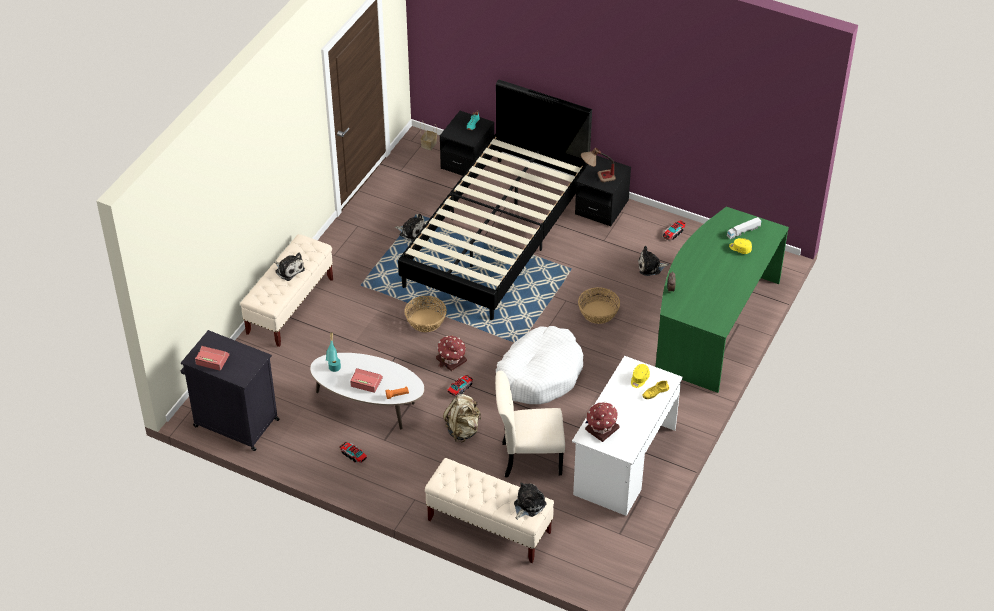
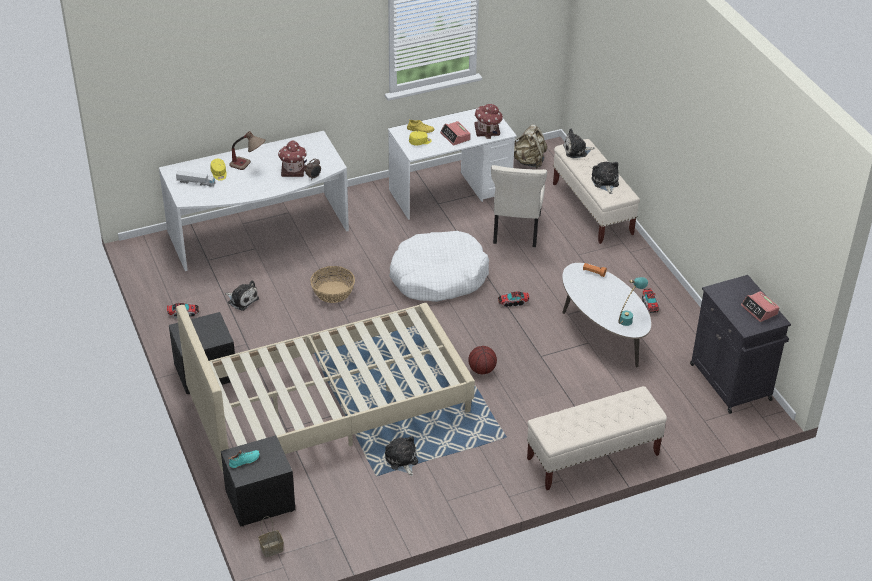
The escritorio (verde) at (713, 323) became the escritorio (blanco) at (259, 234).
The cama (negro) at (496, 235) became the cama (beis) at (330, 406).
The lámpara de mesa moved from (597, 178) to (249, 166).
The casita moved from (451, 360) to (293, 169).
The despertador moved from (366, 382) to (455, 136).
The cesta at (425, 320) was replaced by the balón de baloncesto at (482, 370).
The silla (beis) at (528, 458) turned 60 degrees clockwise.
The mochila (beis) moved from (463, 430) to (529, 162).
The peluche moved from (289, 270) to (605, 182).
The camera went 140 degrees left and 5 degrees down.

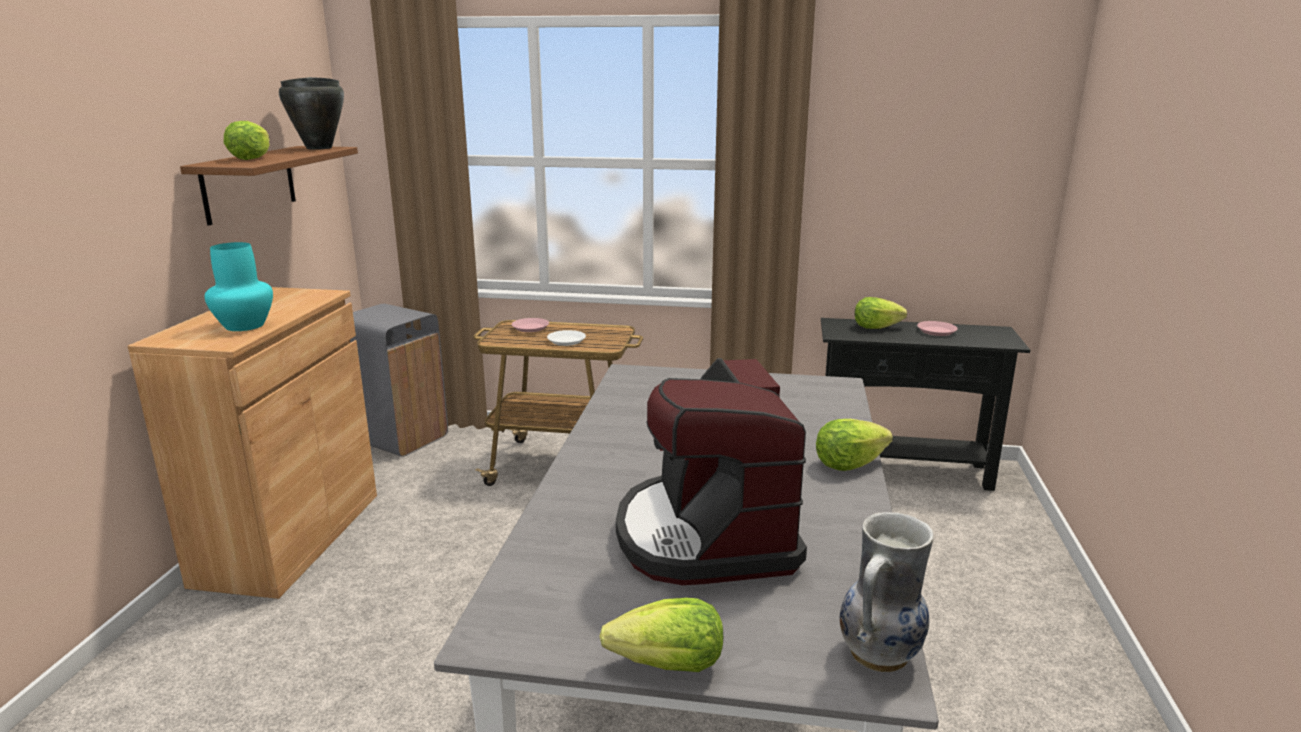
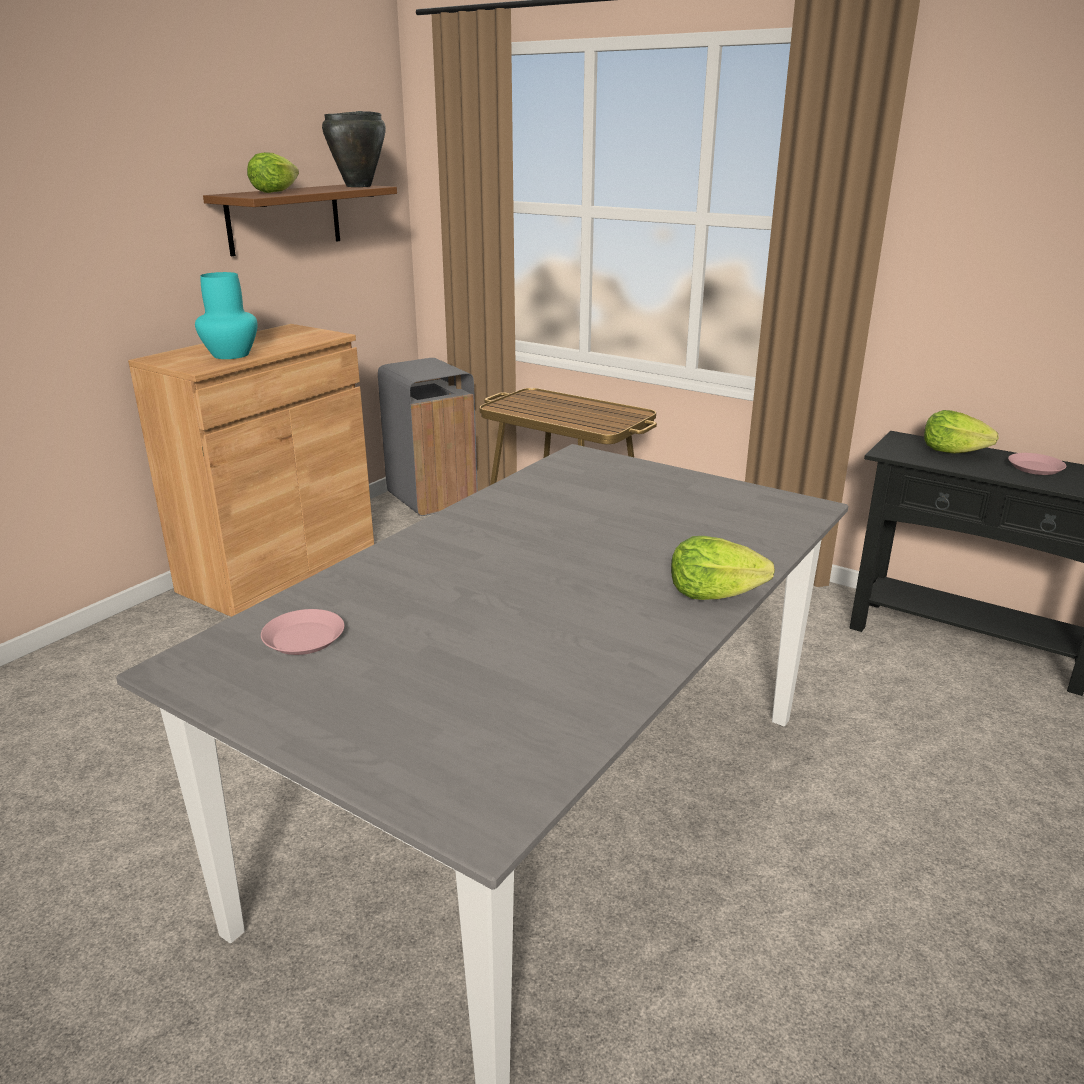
The plato (rosa) moved from (530, 328) to (304, 638).
The plato (blanco) at (566, 341) disappeared.
The lechuga at (669, 665) disappeared.
The cafetera at (706, 535) disappeared.
The florero at (881, 655) disappeared.
The camera went 25 degrees right and 5 degrees up.

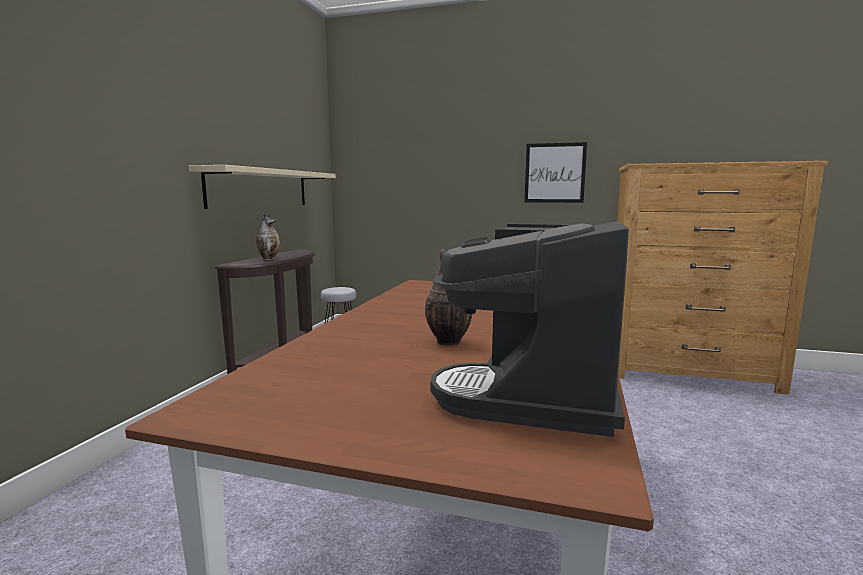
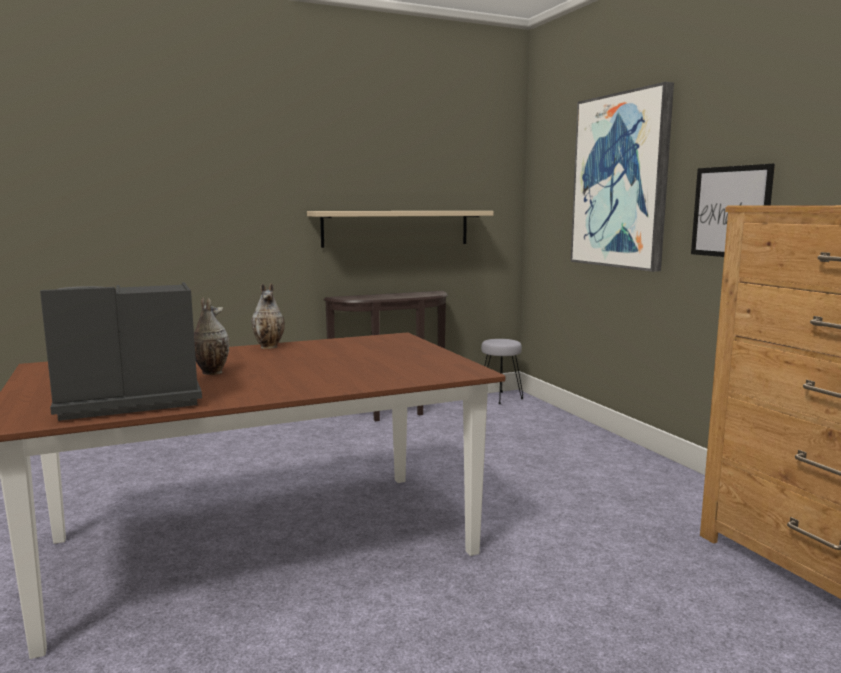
The florero moved from (269, 259) to (270, 347).
The cuadro at (620, 181) appeared.
The camera went 50 degrees right and 0 degrees up.

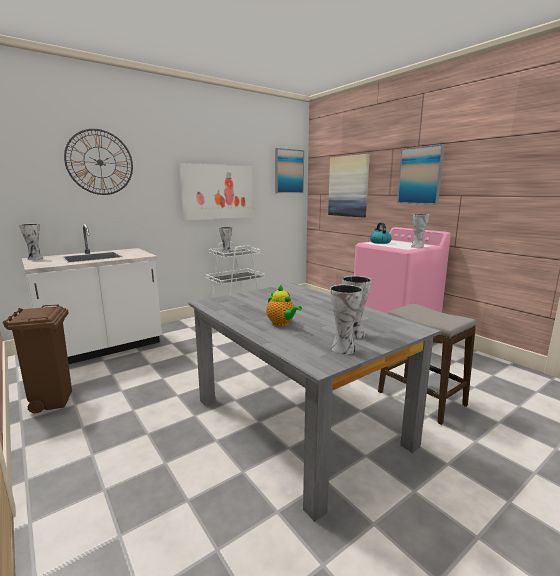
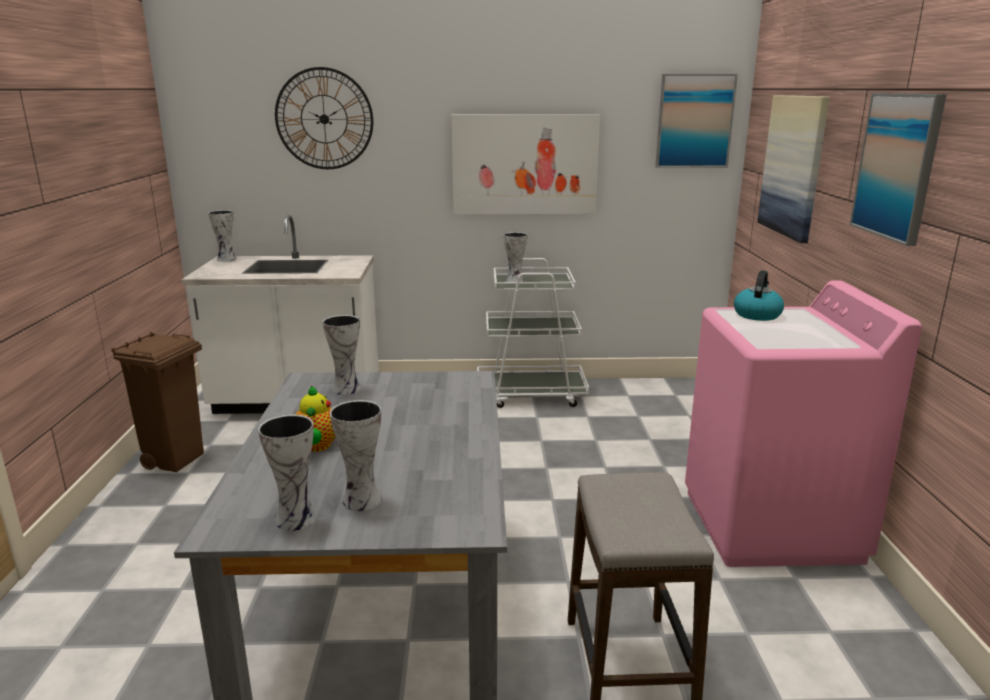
The florero moved from (417, 247) to (346, 388).
The camera went 35 degrees right and 5 degrees up.

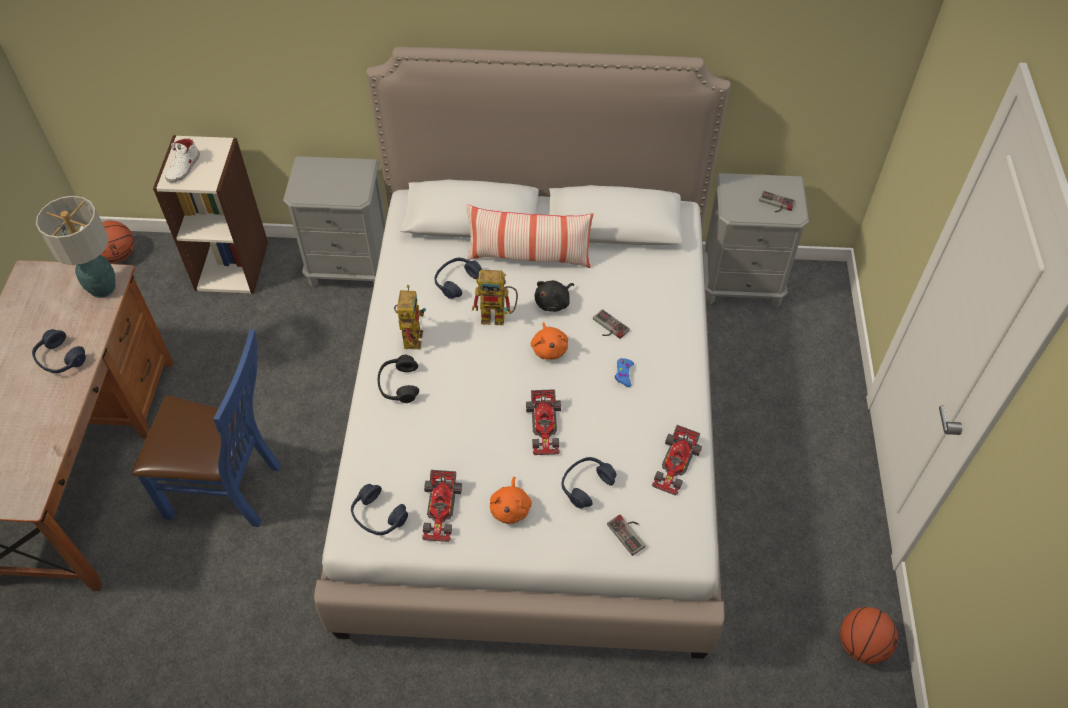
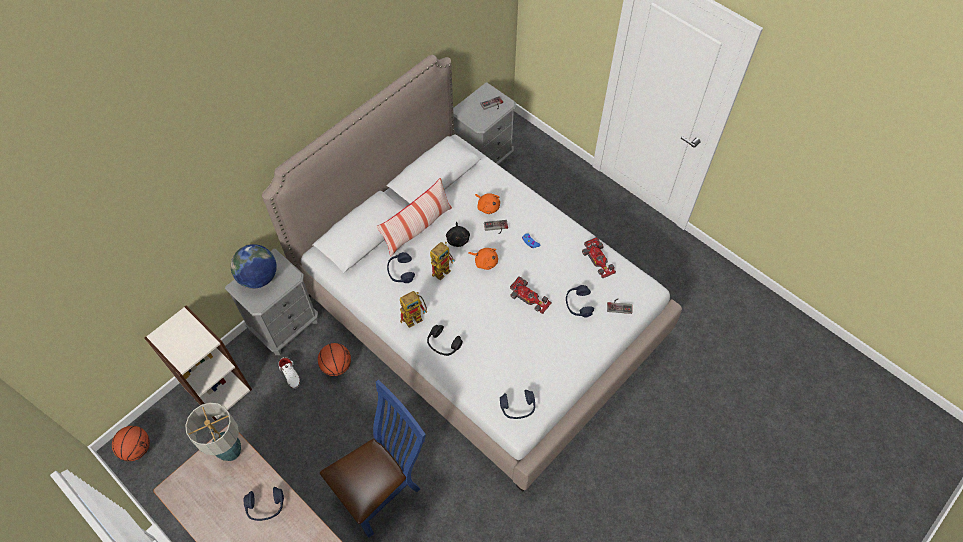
The globo terráqueo at (258, 277) appeared.
The zapato (blanco) moved from (184, 168) to (291, 375).
The balón de baloncesto moved from (861, 645) to (336, 366).
The robot de juguete at (411, 334) turned 105 degrees clockwise.
The peluche (naranja) moved from (511, 508) to (487, 207).
The coche de juguete at (440, 510) disappeared.
The camera went 50 degrees left and 5 degrees up.

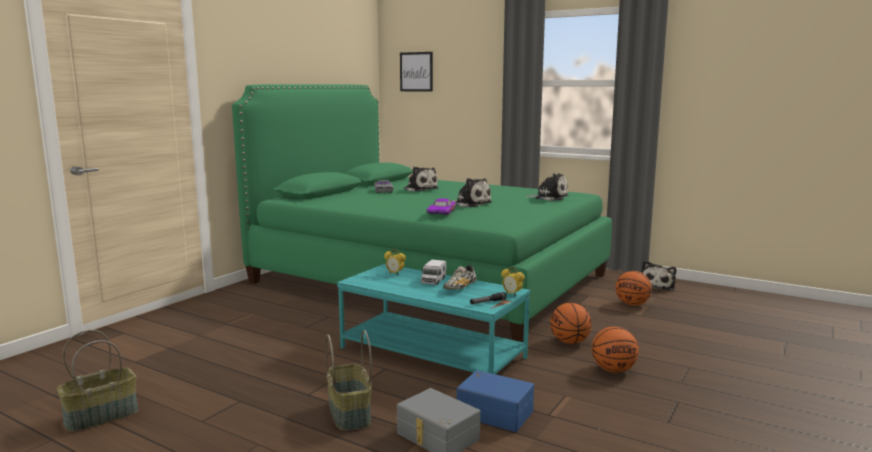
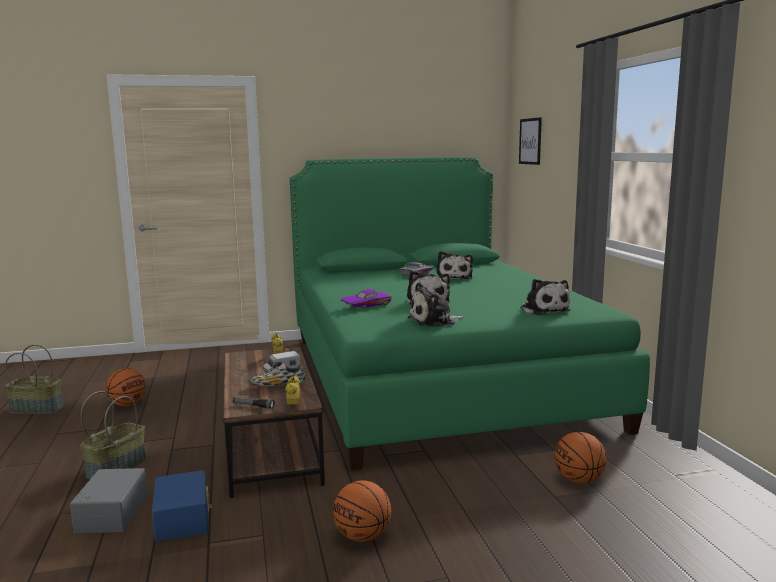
The balón de baloncesto moved from (569, 342) to (127, 404).
The mesa de centro (turquesa) at (433, 352) became the mesa de centro (marrón) at (272, 446).
The peluche moved from (657, 285) to (434, 321).
The camera went 45 degrees right and 0 degrees up.

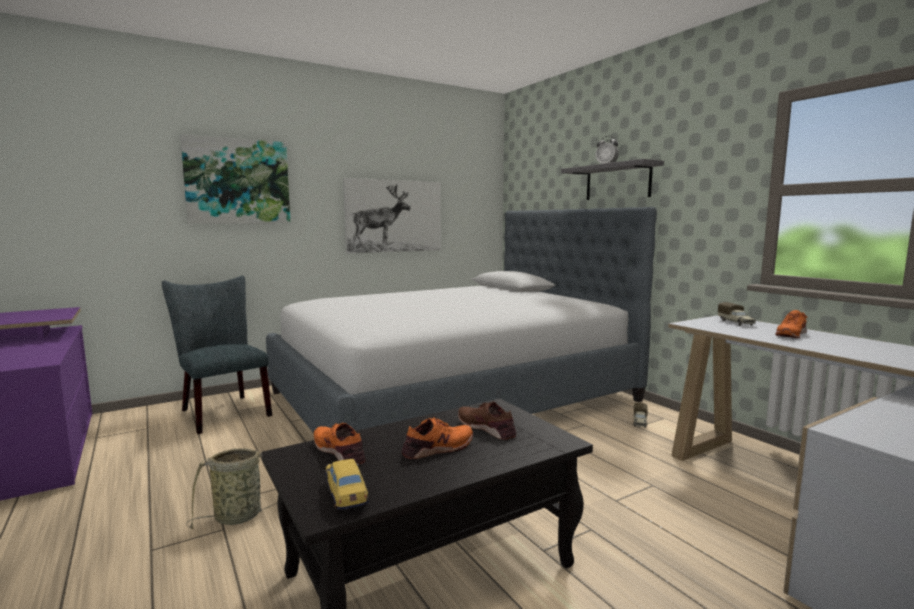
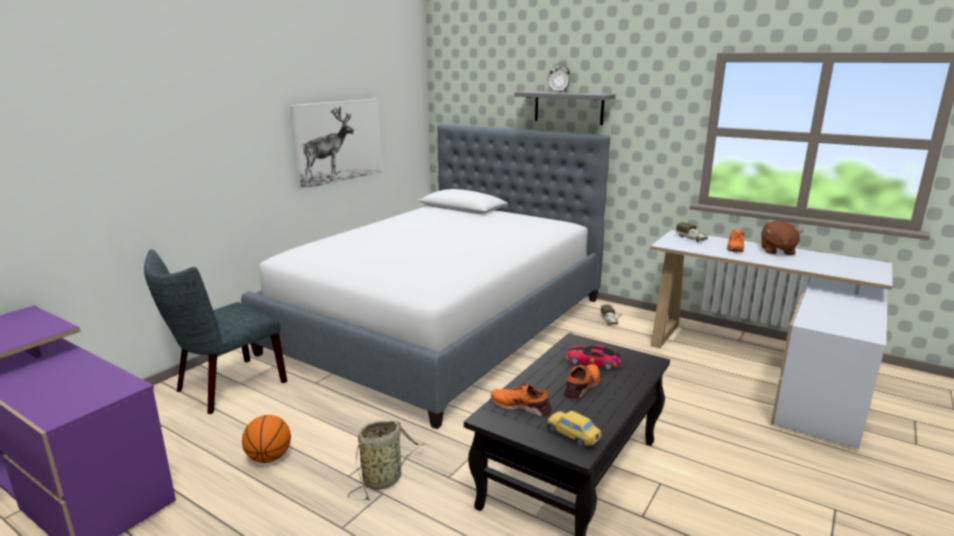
The silla (gris) at (222, 411) turned 75 degrees counterclockwise.
The balón de baloncesto at (269, 458) appeared.
The zapato (marrón) at (487, 428) was replaced by the coche de juguete at (592, 361).
The peluche (marrón) at (777, 251) appeared.
The cuadro at (238, 181) disappeared.
The camera went 25 degrees left and 10 degrees up.

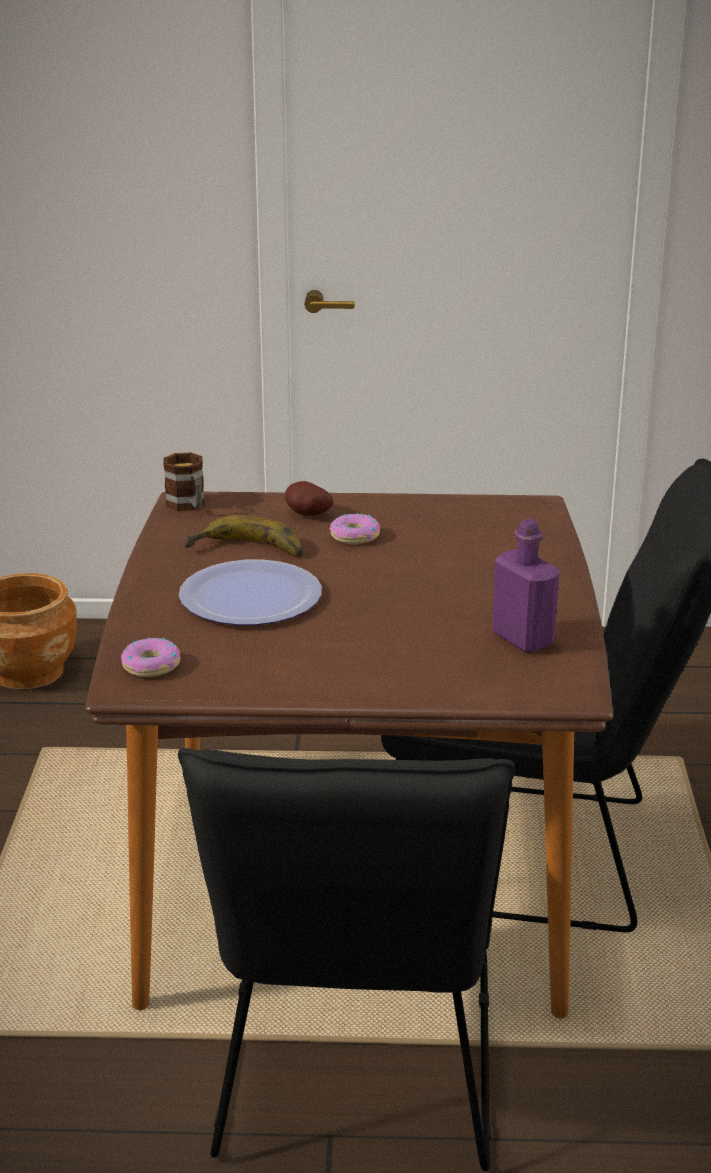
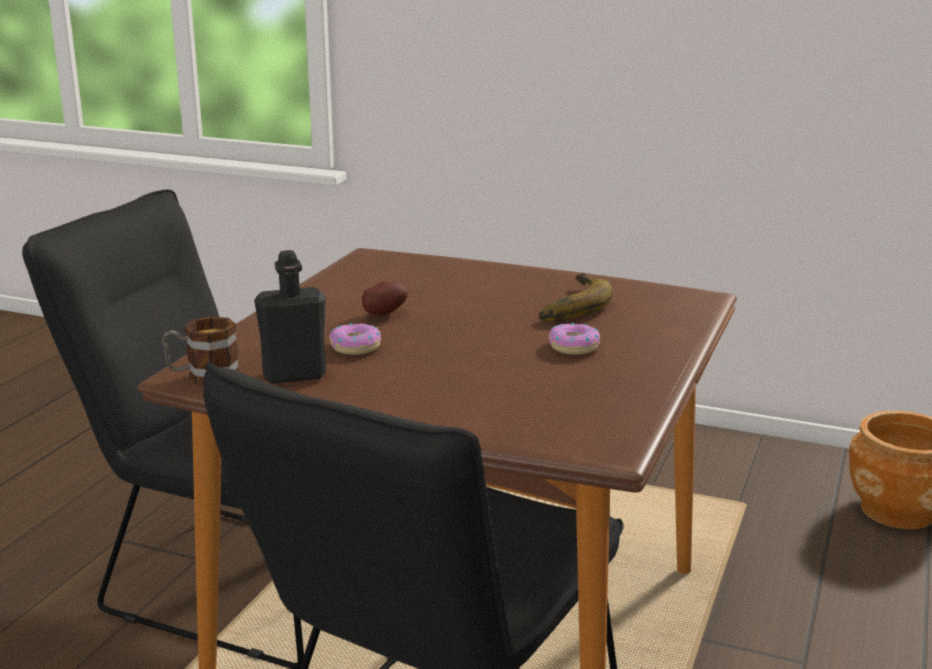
The taza grande moved from (189, 506) to (203, 377).
The botella (morado) at (522, 639) became the botella (negro) at (294, 375).
The rosquilla moved from (151, 666) to (355, 347).
The patata moved from (307, 515) to (383, 314).
The plato at (250, 596) disappeared.
The camera went 110 degrees right and 5 degrees down.

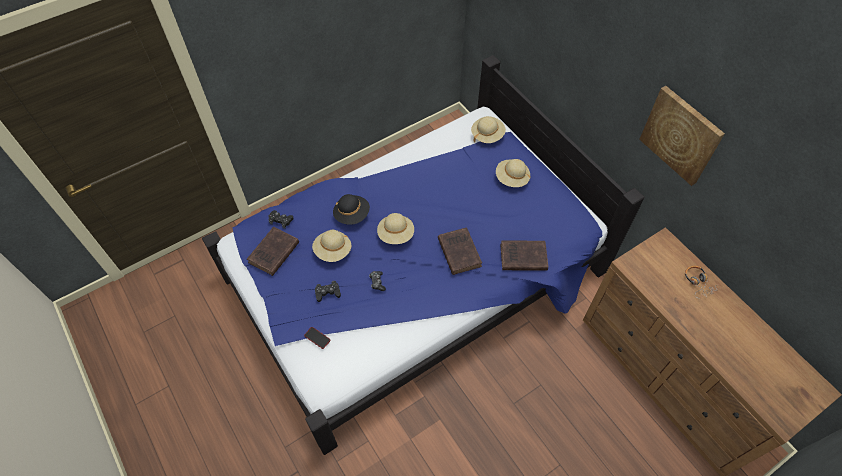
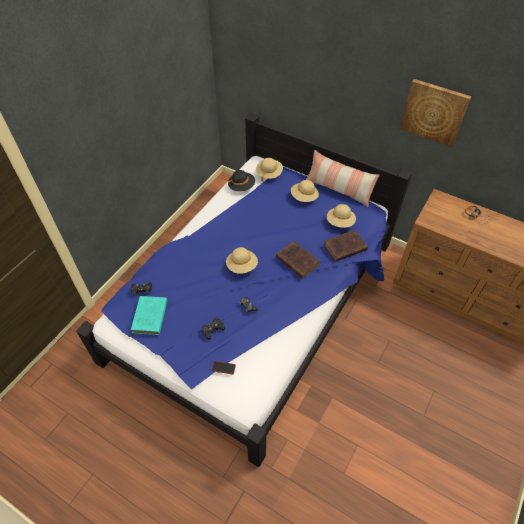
The libro (marrón) at (273, 254) became the libro (turquesa) at (150, 318).
The sombrero (negro) moved from (352, 215) to (241, 186).
The cojín at (338, 189) appeared.
The sombrero (beis) moved from (333, 251) to (340, 222).
The camera went 25 degrees left and 5 degrees down.

